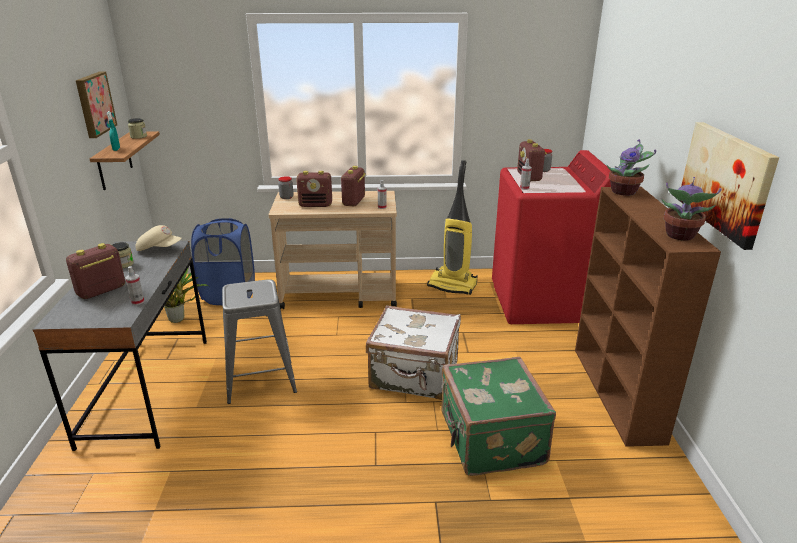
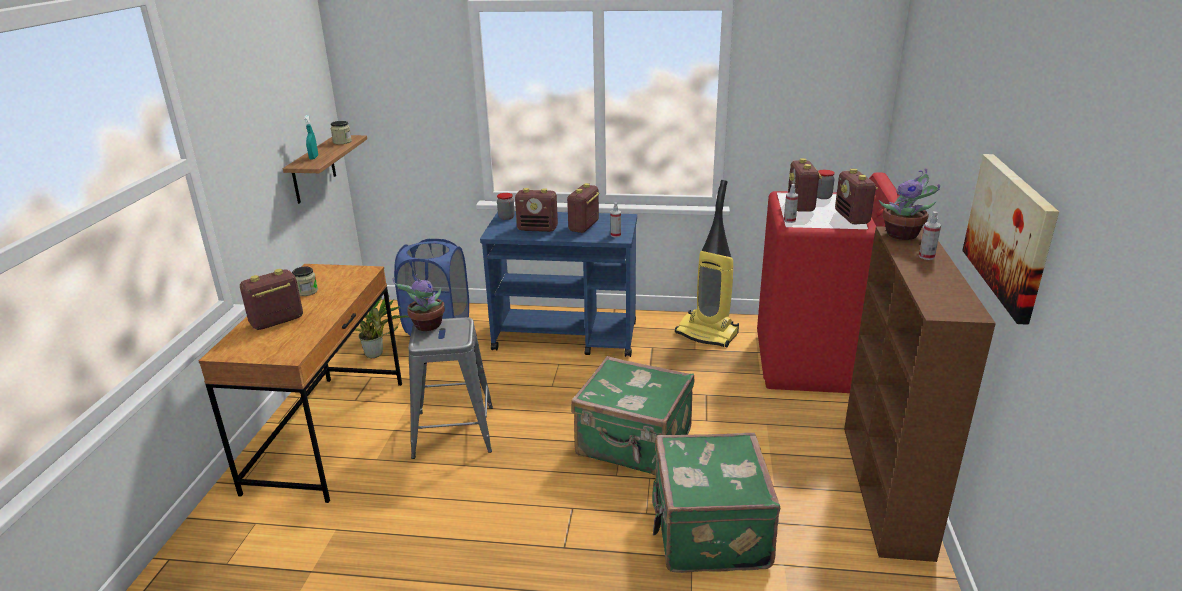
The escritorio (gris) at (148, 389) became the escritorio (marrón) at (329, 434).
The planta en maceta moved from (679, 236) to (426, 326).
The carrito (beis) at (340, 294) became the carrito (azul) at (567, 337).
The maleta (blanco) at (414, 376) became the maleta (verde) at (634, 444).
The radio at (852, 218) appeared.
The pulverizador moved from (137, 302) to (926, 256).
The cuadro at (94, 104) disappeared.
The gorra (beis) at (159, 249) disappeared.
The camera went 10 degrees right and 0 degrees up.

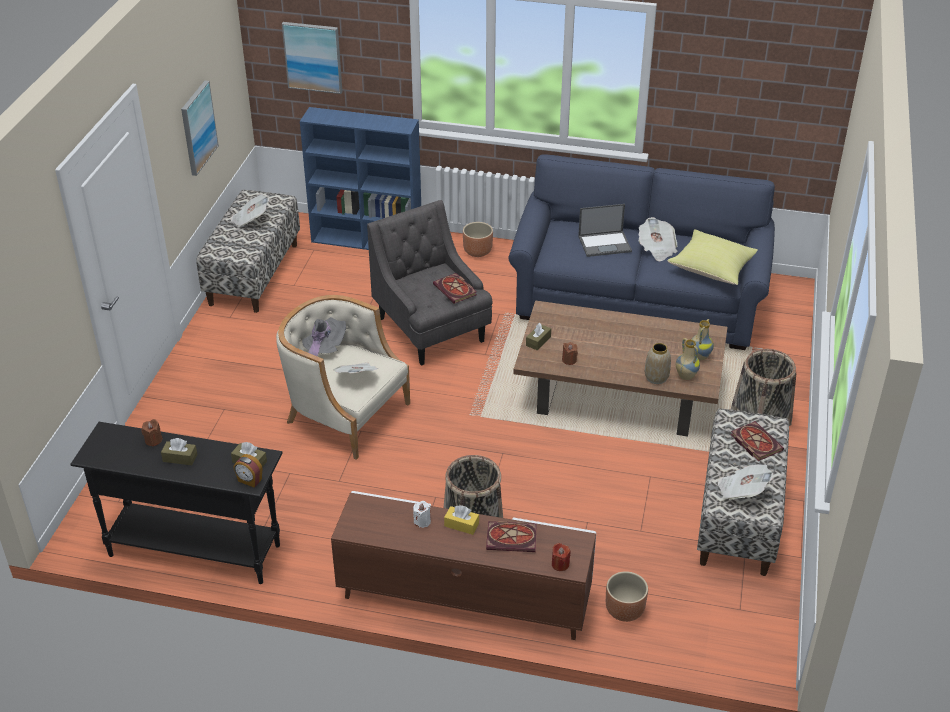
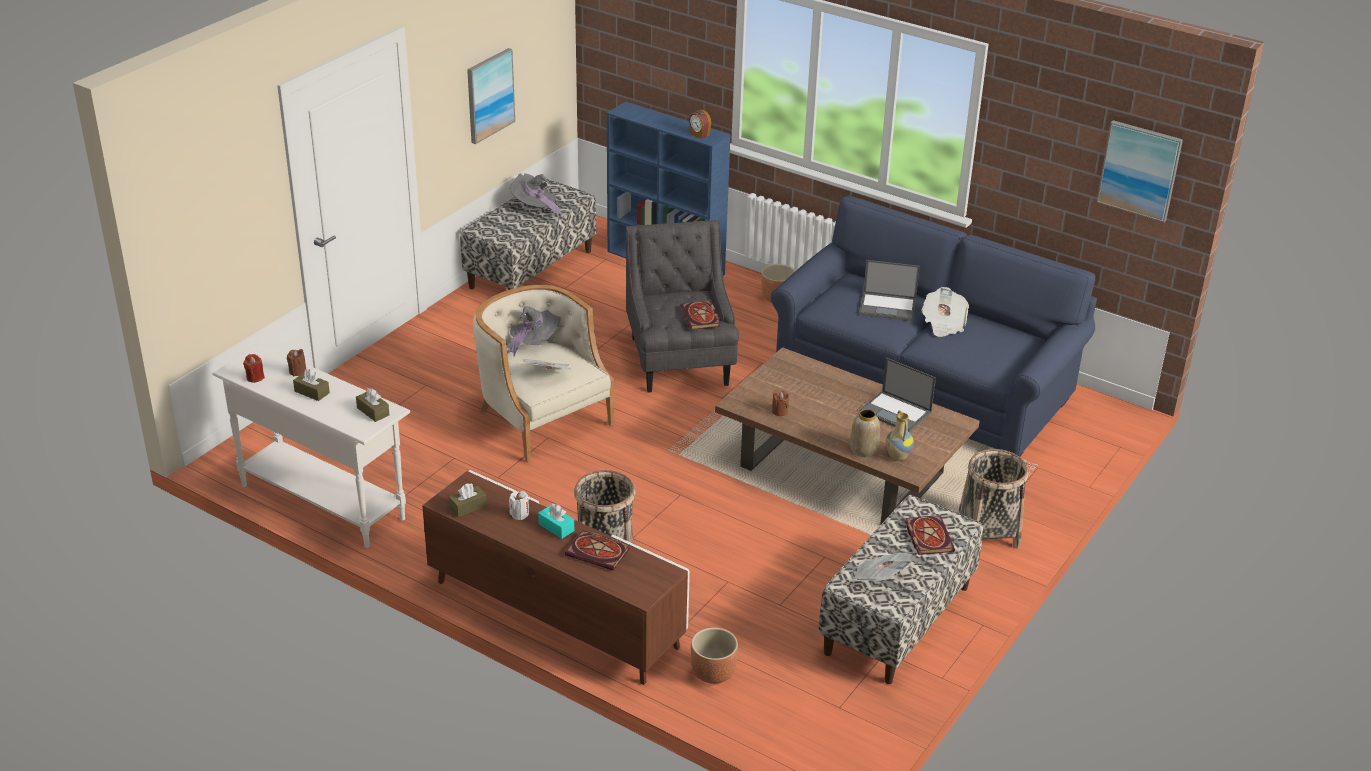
The mesa consola (negro) at (194, 550) became the mesa consola (blanco) at (322, 501).
The vela (rojo) moved from (560, 564) to (255, 377).
The caja de pañuelos (marrón) moved from (538, 341) to (468, 507).
The periódico at (250, 220) was replaced by the sombrero (gris) at (535, 208).
The caja de pañuelos (amarillo) at (461, 525) became the caja de pañuelos (turquesa) at (556, 527).
The despertador moved from (249, 480) to (699, 134).
The portátil at (896, 412) appeared.
The cuadro moved from (313, 57) to (1139, 170).
The cojín (amarillo) at (713, 269) disappeared.
The florero at (699, 356) disappeared.
The camera went 20 degrees right and 5 degrees down.

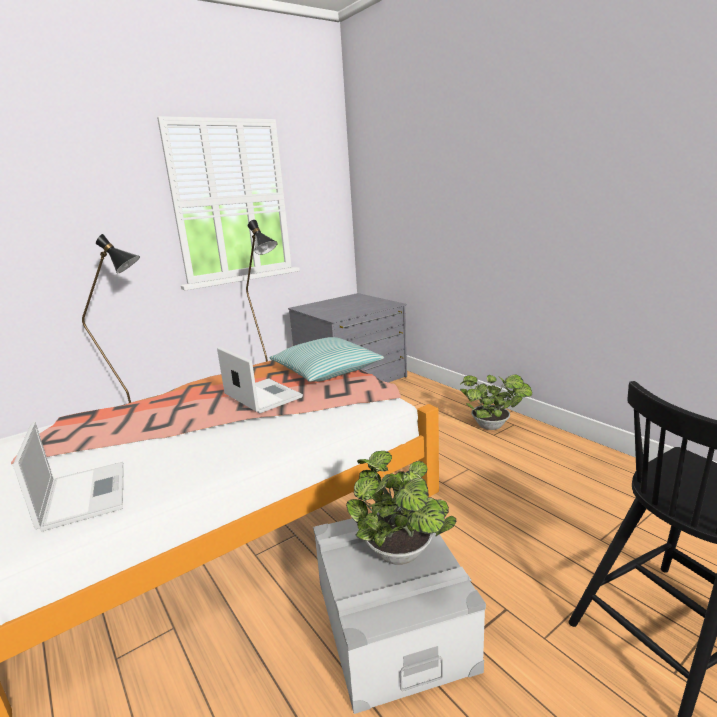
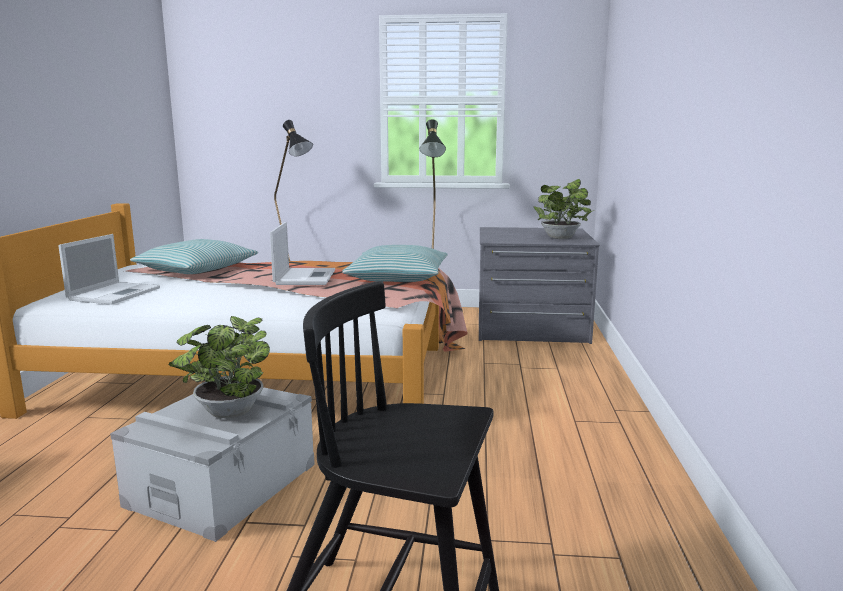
The cojín at (196, 269) appeared.
The planta en maceta moved from (493, 426) to (561, 238).
The camera went 40 degrees right and 5 degrees down.

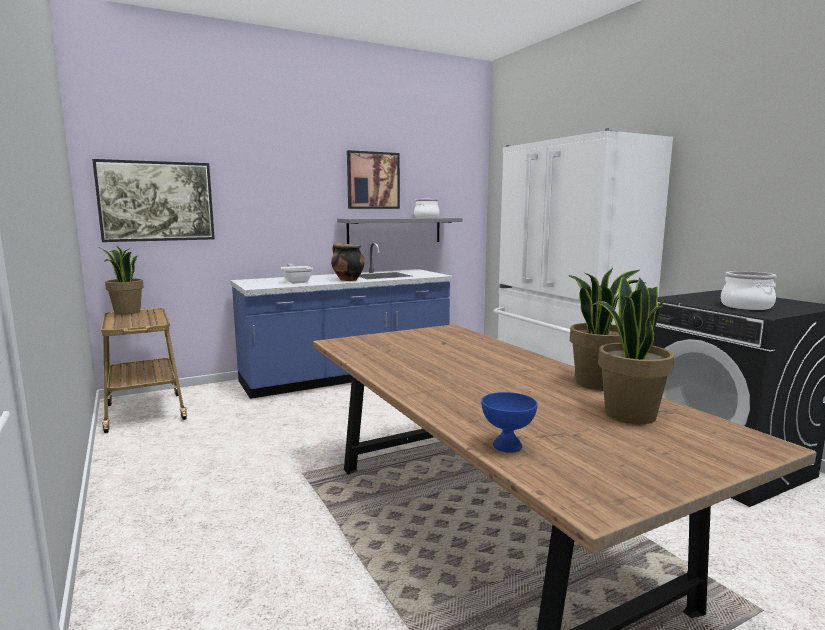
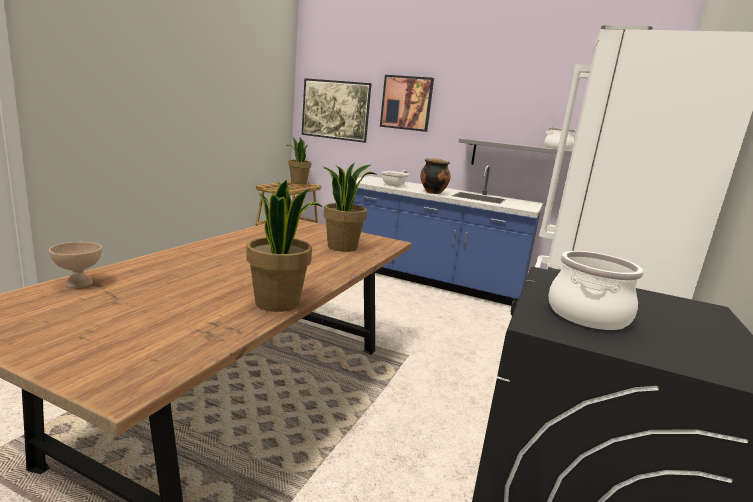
The cuenco (azul) at (506, 446) became the cuenco (beis) at (79, 283).
The planta en maceta moved from (629, 414) to (342, 247).
The cuadro moved from (373, 180) to (406, 103).
The camera went 50 degrees right and 5 degrees up.

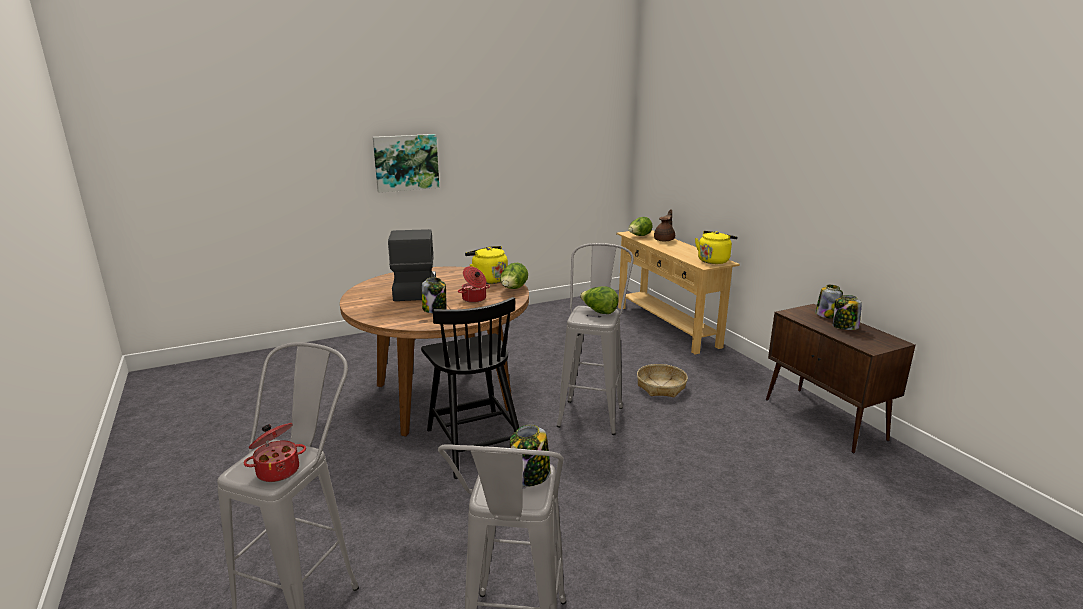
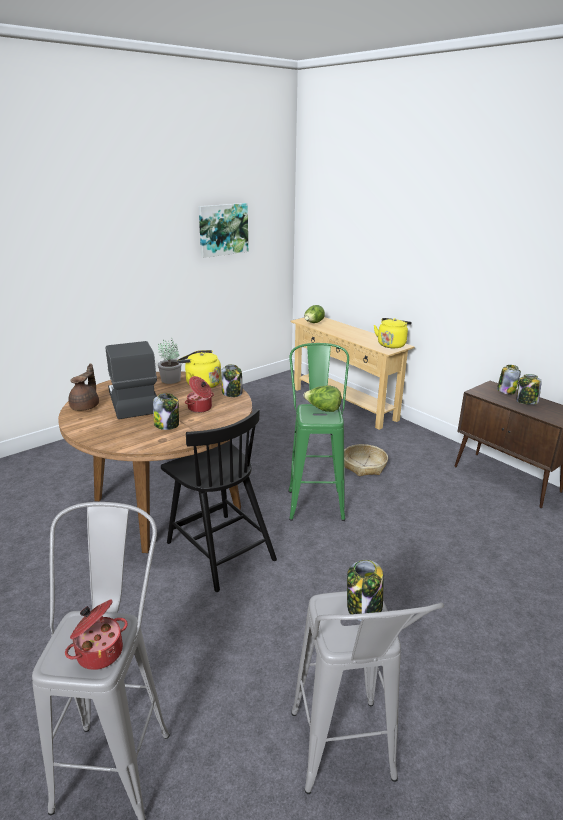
The tetera (marrón) moved from (665, 240) to (86, 406).
The planta en maceta at (170, 379) appeared.
The cuadro moved from (406, 162) to (223, 229).
The lechuga at (513, 289) was replaced by the tarro at (232, 393).
The taburete (gris) at (592, 411) became the taburete (verde) at (315, 499).
The camera went 15 degrees left and 5 degrees up.

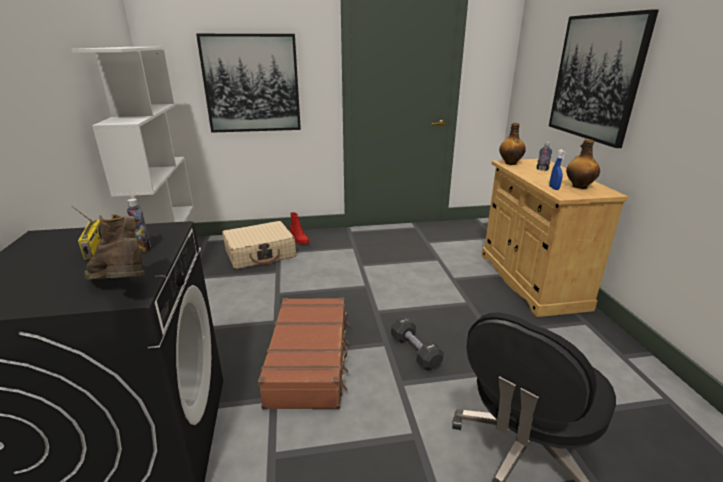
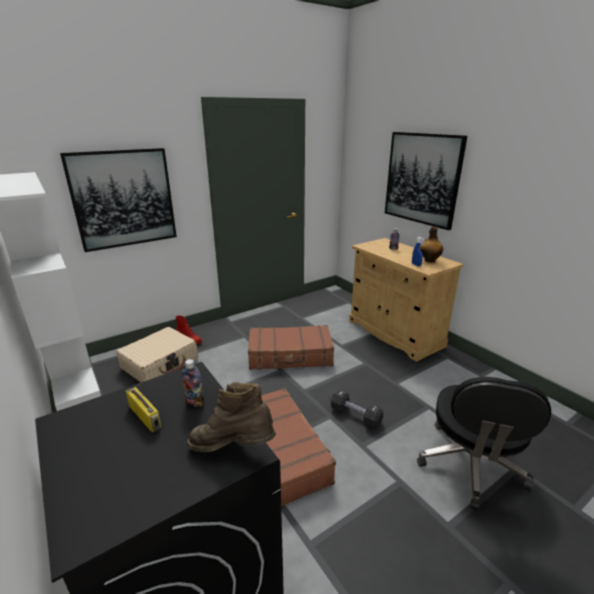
The maleta (marrón) at (290, 356) appeared.
The botella at (510, 163) disappeared.
The camera went 25 degrees left and 0 degrees up.

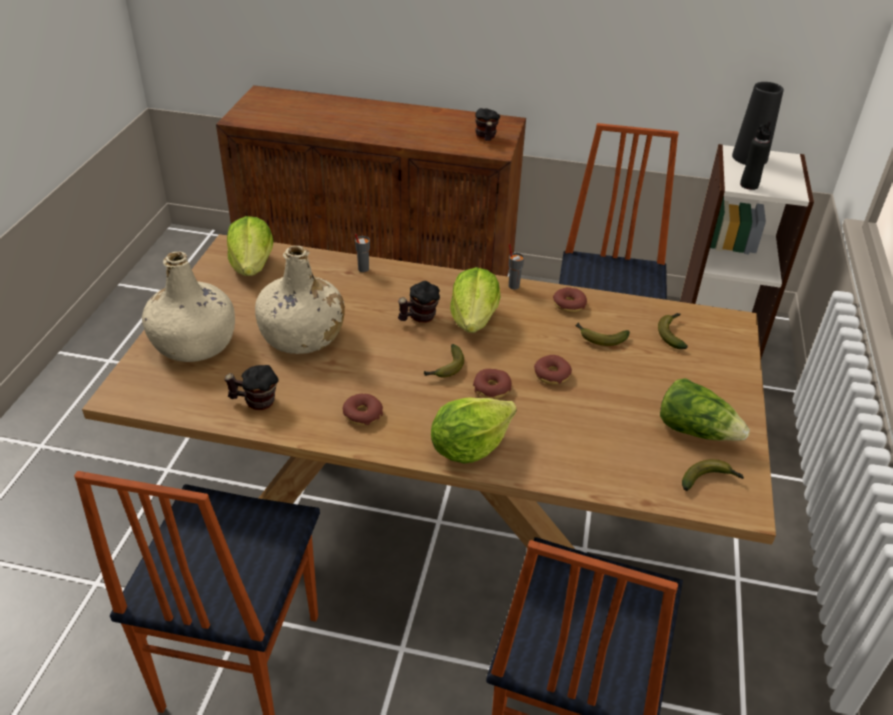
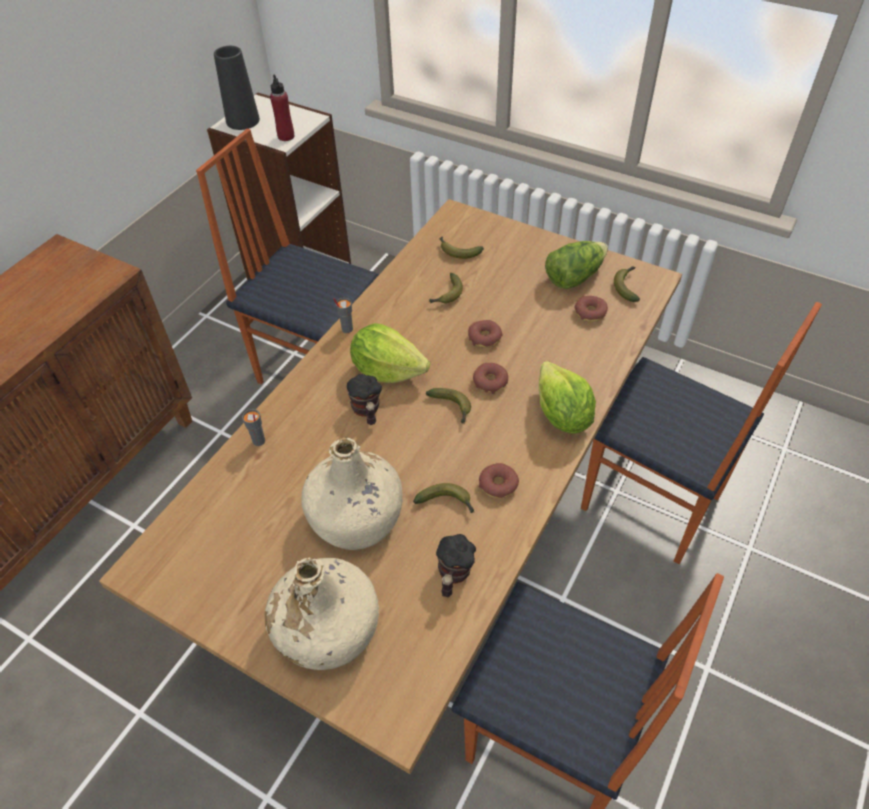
The botella (negro) at (749, 185) became the botella (rojo) at (286, 136).
The plátano at (447, 503) appeared.
The rosquilla moved from (569, 304) to (590, 313).
The lechuga at (252, 266) disappeared.
The taza grande at (486, 138) disappeared.
The camera went 70 degrees left and 10 degrees up.

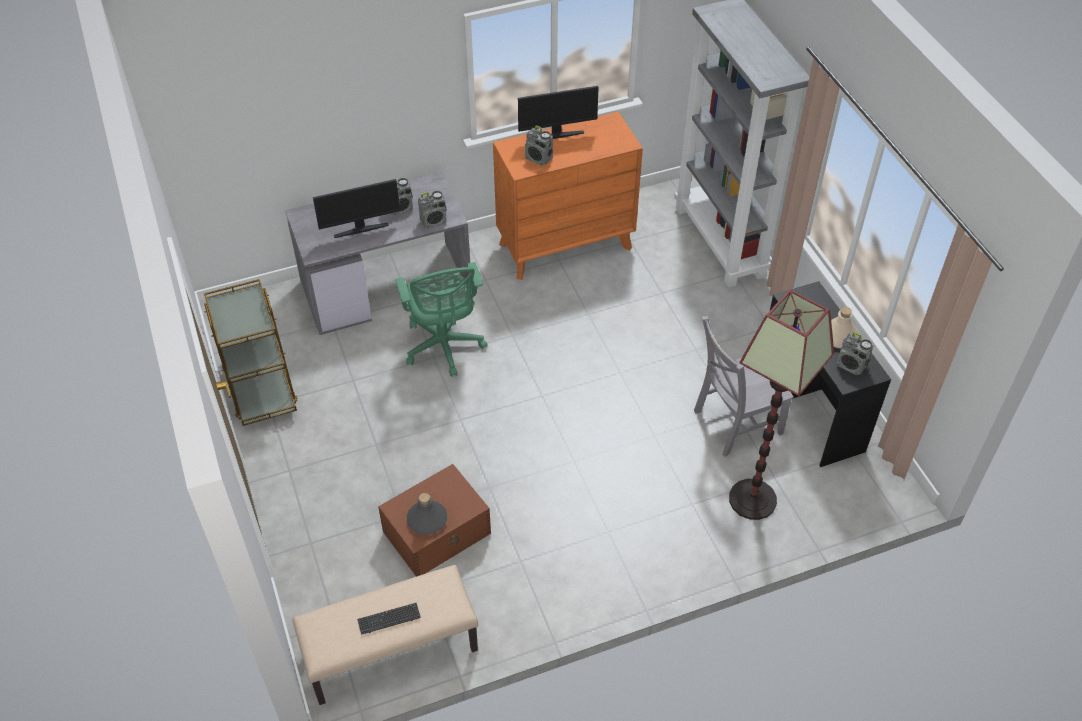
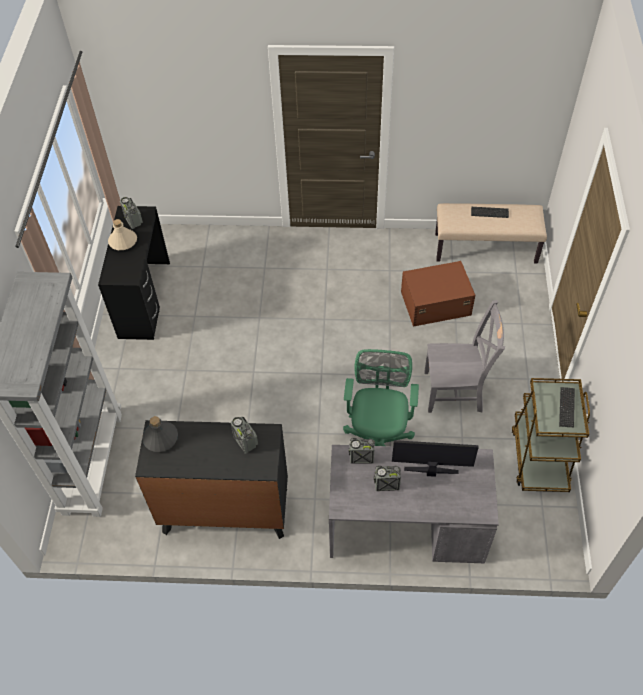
The cómoda (naranja) at (565, 245) became the cómoda (negro) at (225, 510).
The botella (gris) moved from (427, 520) to (160, 437).
The silla (gris) moved from (734, 423) to (456, 391).
The teclado at (566, 407) appeared.
The monitor at (557, 135) disappeared.
The lámpara de pie at (752, 500) disappeared.
The camera went 155 degrees left and 5 degrees up.

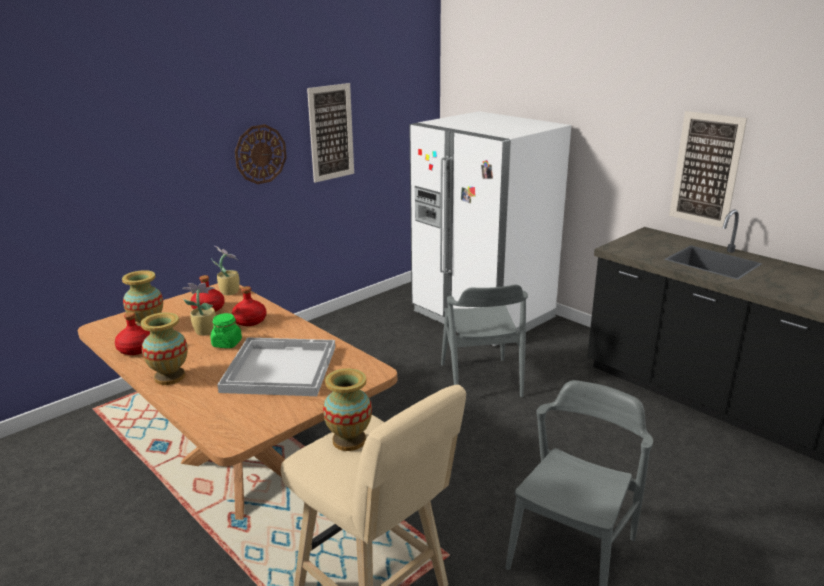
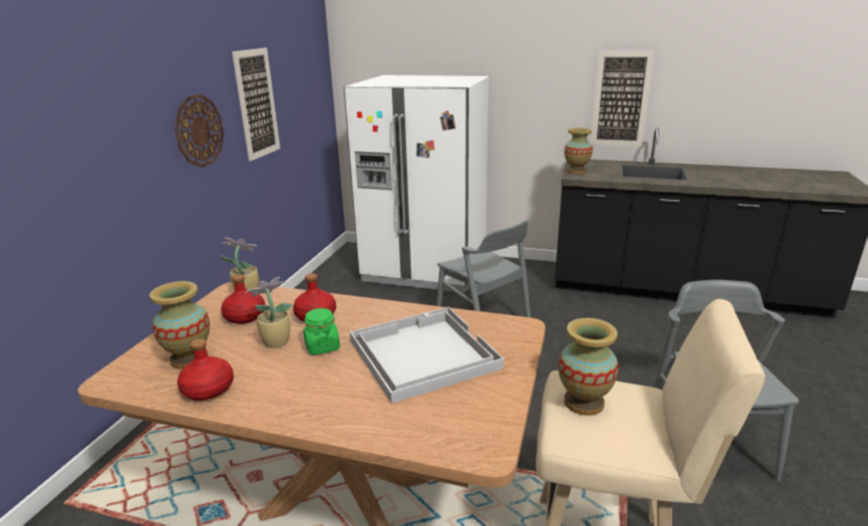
The florero moved from (169, 377) to (576, 171).
The camera went 30 degrees left and 0 degrees up.

